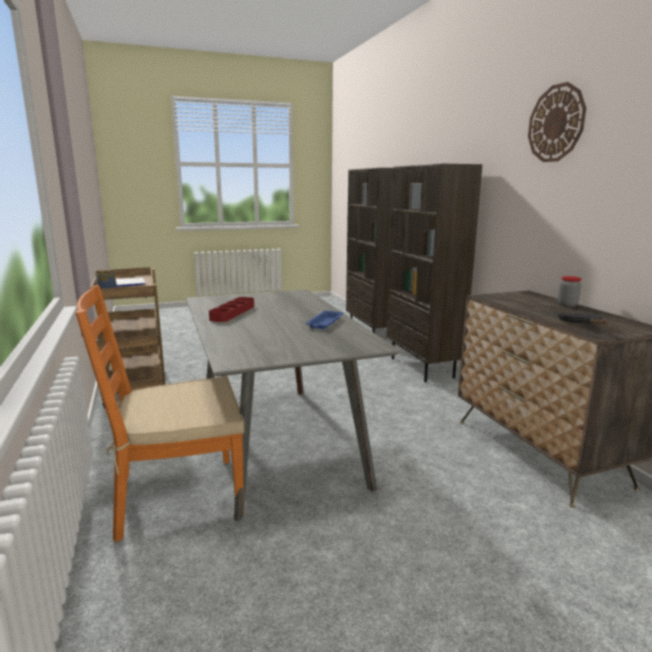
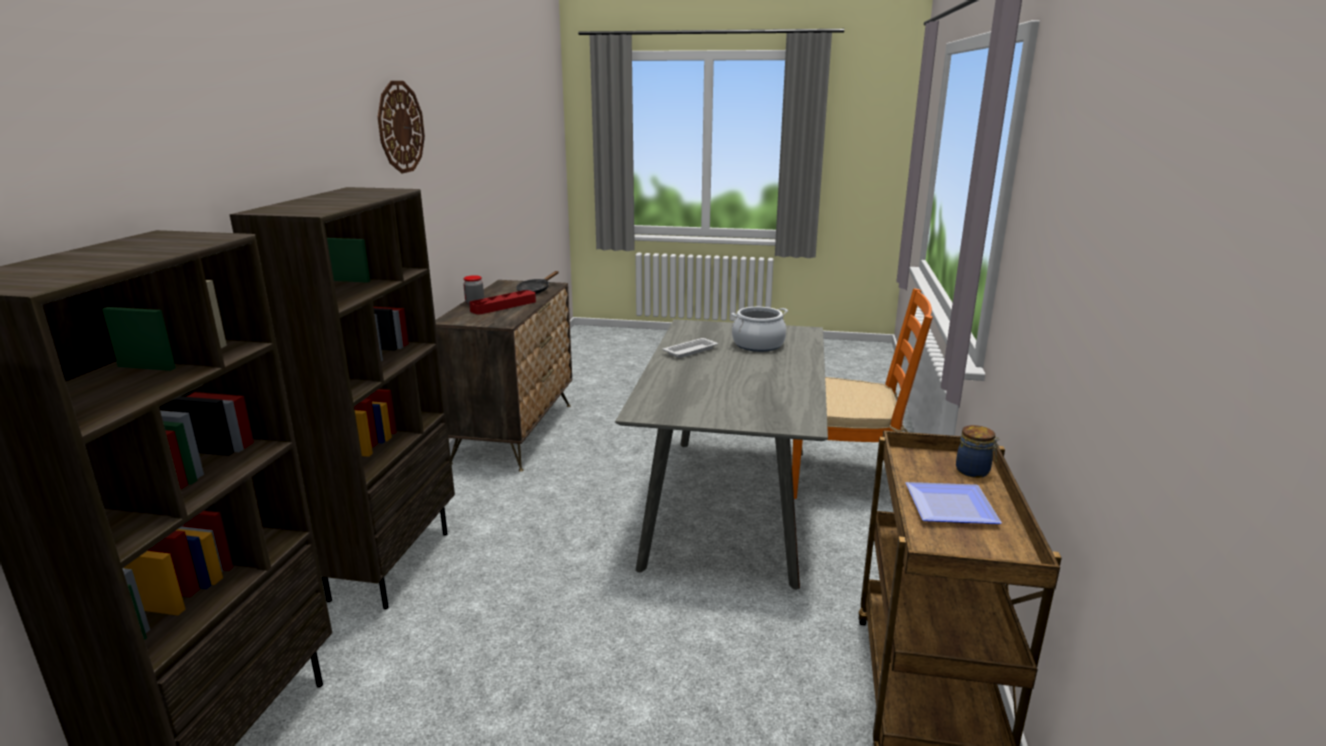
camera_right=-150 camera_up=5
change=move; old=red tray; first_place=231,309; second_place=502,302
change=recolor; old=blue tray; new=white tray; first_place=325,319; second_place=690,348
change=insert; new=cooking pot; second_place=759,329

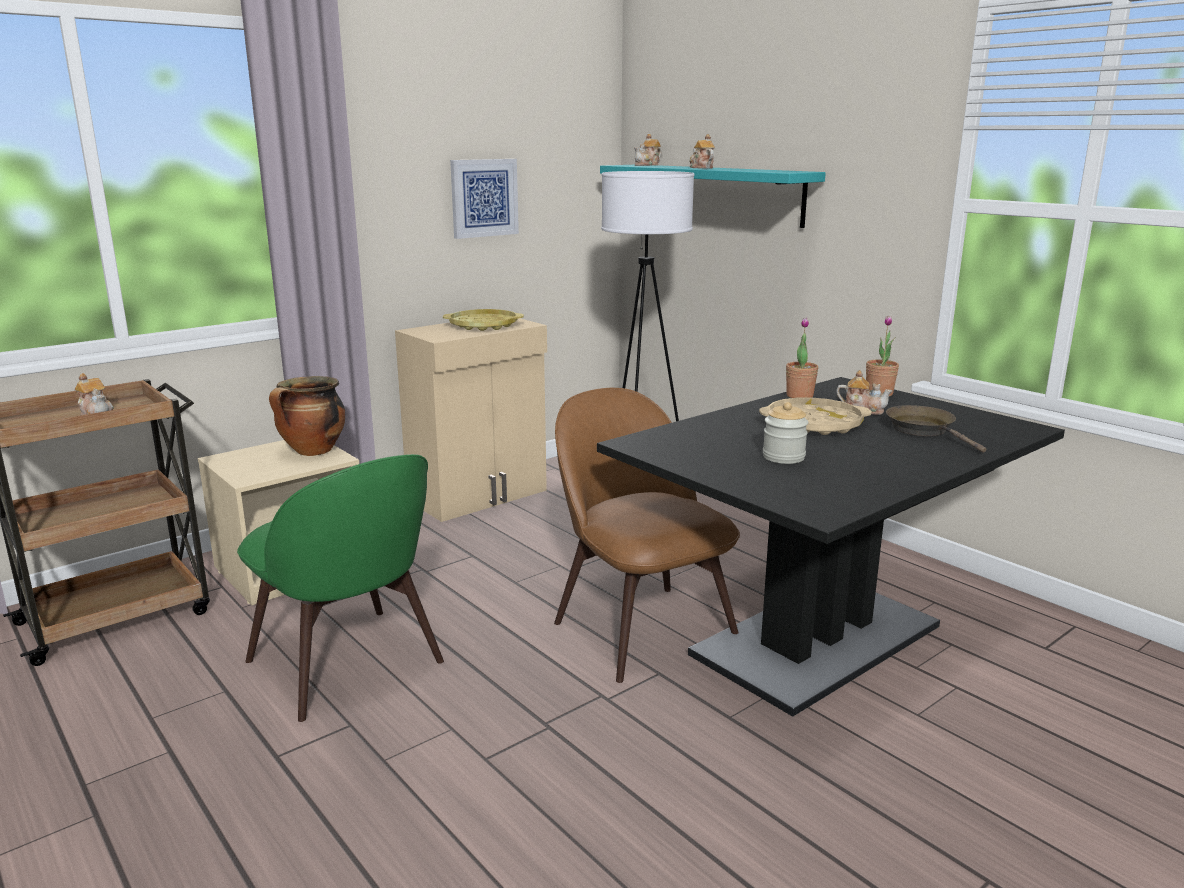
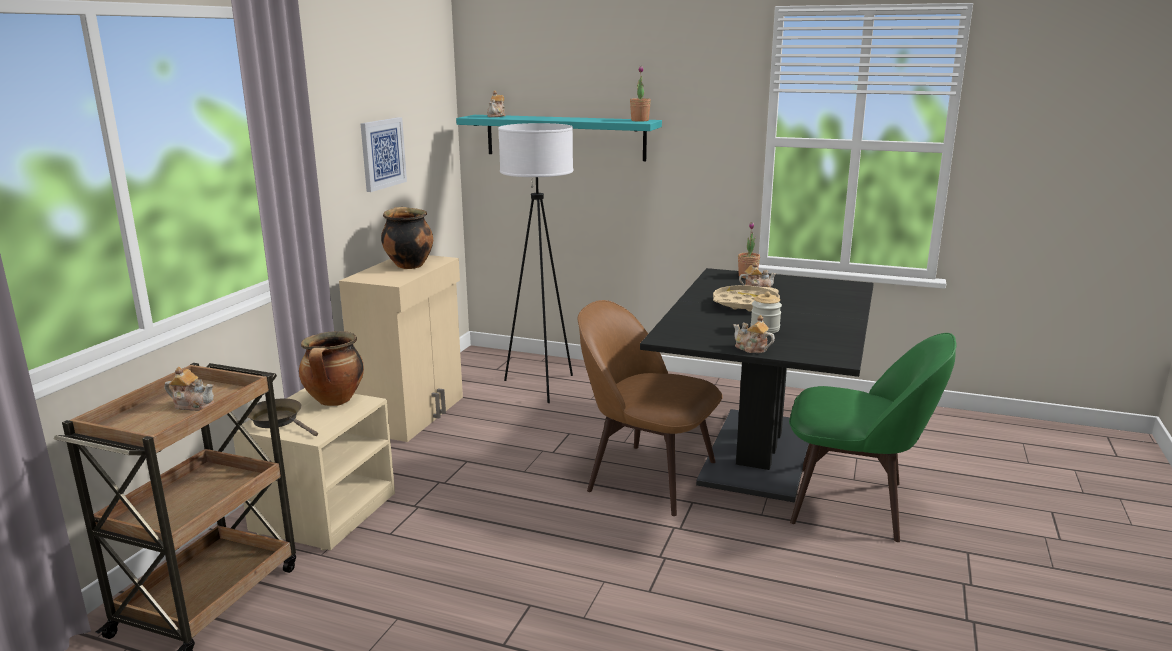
camera_right=-30 camera_up=0
change=move; old=green chair; first_place=340,588; second_place=873,437
change=replace; old=yellow tray; new=cooking pot; first_place=483,320; second_place=407,238
change=move; old=teapot; first_place=702,151; second_place=754,334
change=move; old=potted plant; first_place=802,358; second_place=640,94
change=move; old=brown frying pan; first_place=936,429; second_place=282,417

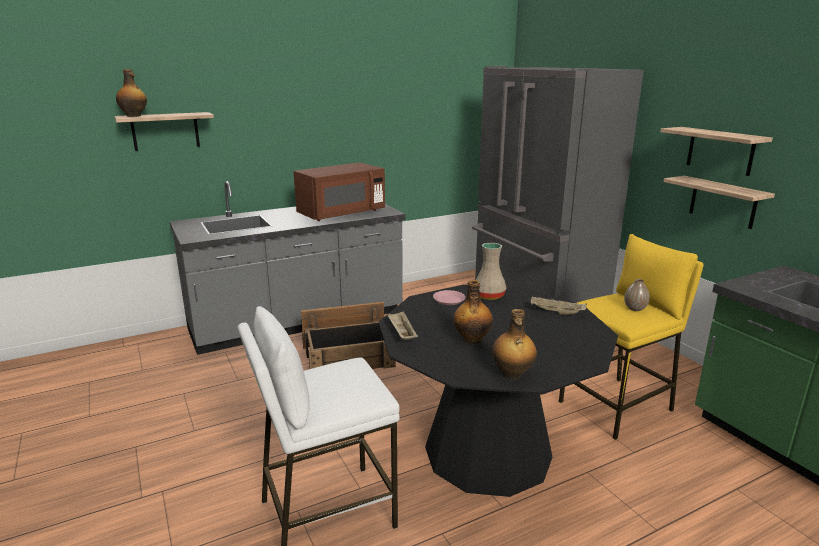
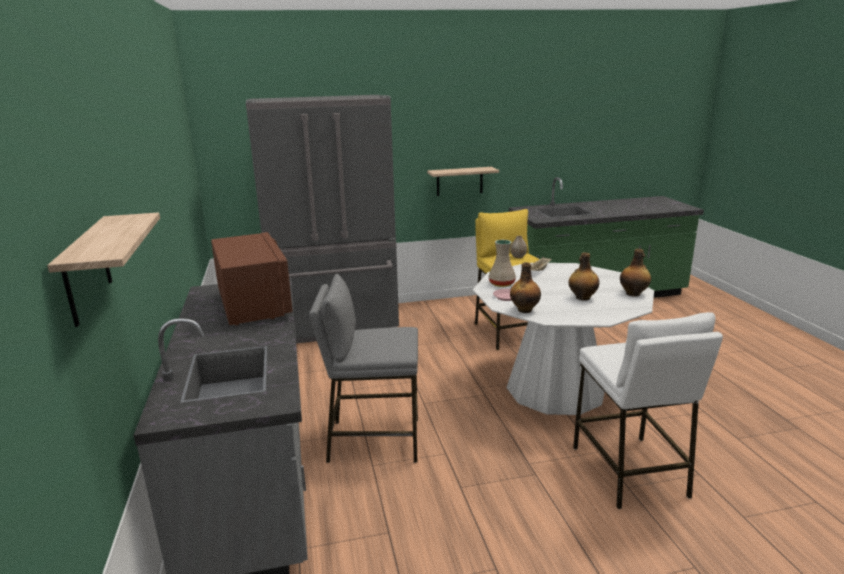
camera_right=-75 camera_up=0
change=move; old=bottle; first_place=131,93; second_place=525,287
change=replace; old=crate; new=grey stool; first_place=348,335; second_place=363,368
change=recolor; old=black dining table; new=white dining table; first_place=498,391; second_place=563,339
change=delete; old=beige tray; first_place=402,325
change=delete; old=shelf; first_place=716,151

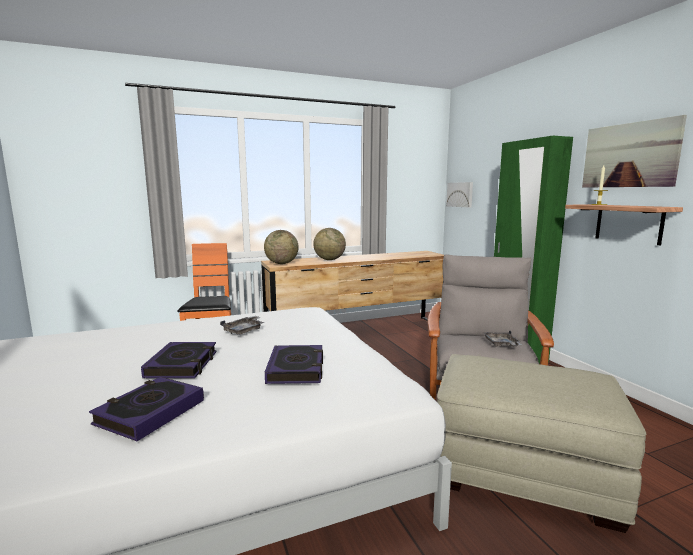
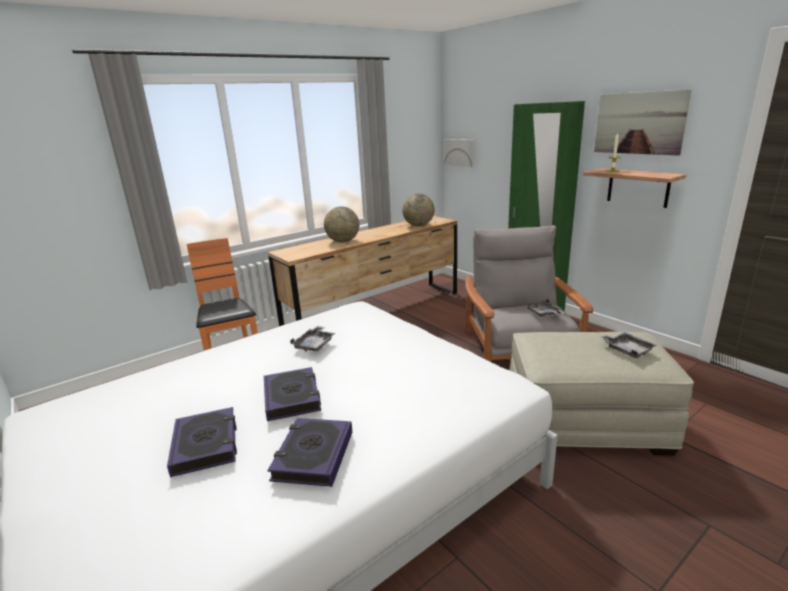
camera_right=-15 camera_up=10
change=move; old=globe; first_place=281,247; second_place=418,210
change=move; old=book; first_place=294,364; second_place=202,442
change=insert; new=grey tray; second_place=628,345

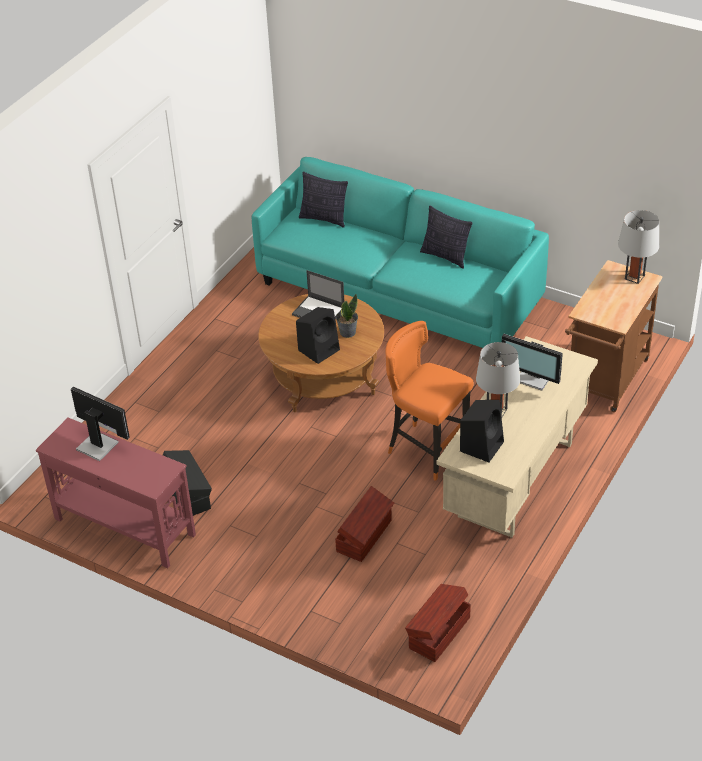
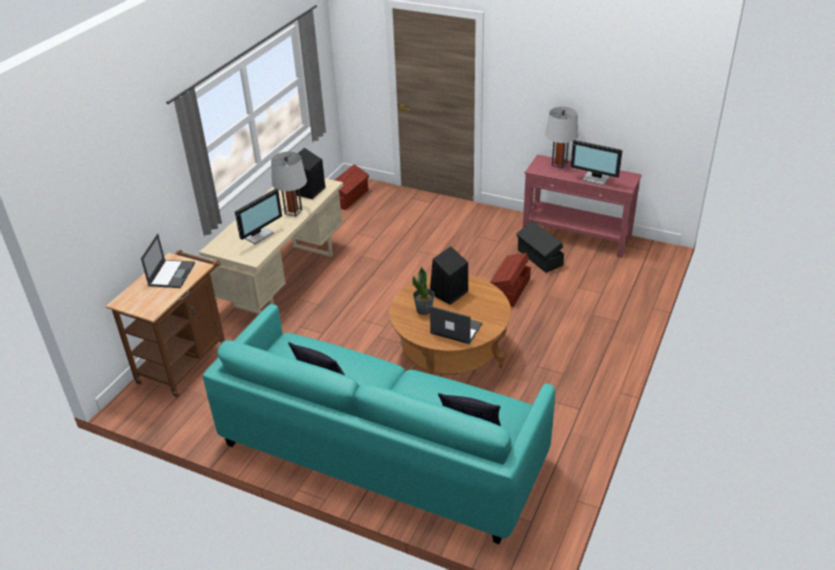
camera_right=175 camera_up=-5
change=move; old=brown storage box; first_place=364,524; second_place=510,280
change=delete; old=orange stool; first_place=429,401
change=rotate; old=monitor; first_place=532,362; second_place=258,216; degrees=105
change=move; old=grey table lamp; first_place=638,247; second_place=561,137
change=insert; new=laptop; second_place=168,261

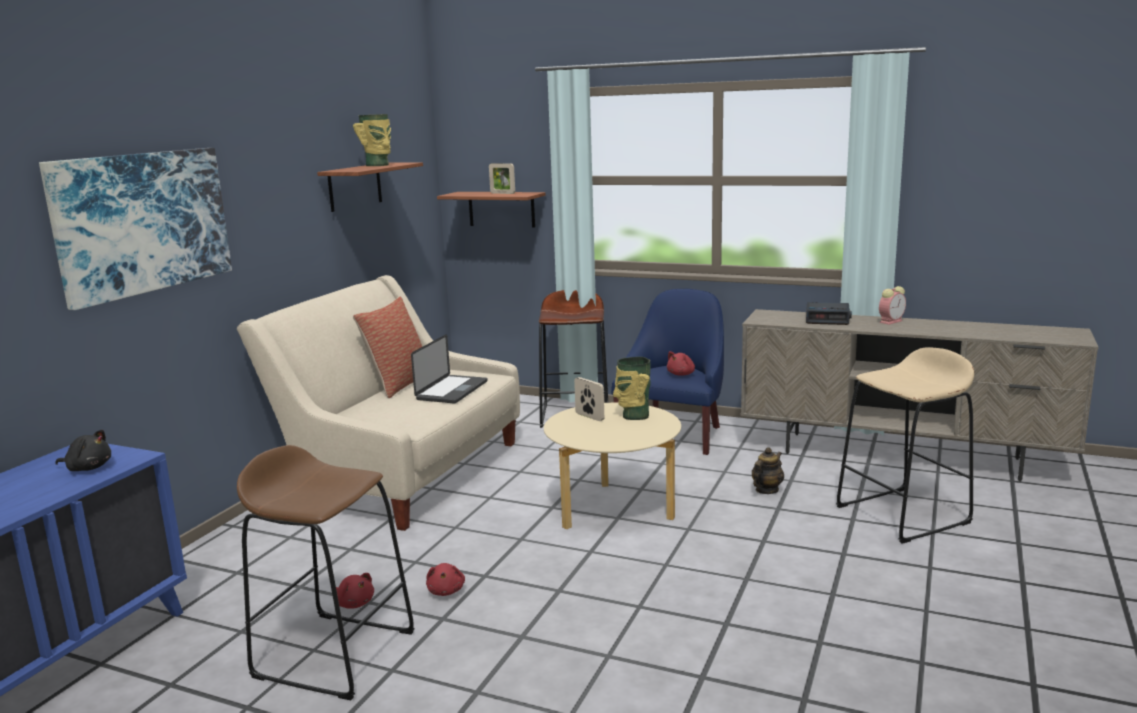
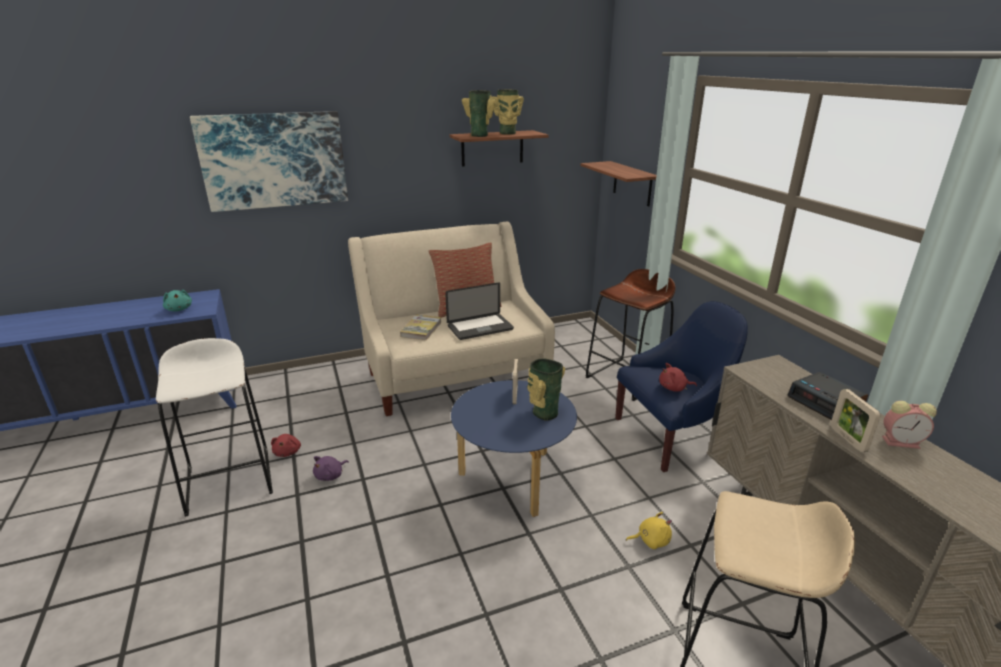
camera_right=45 camera_up=10
change=recolor; old=black plush toy; new=turquoise plush toy; first_place=83,450; second_place=177,300
change=recolor; old=brown stool; new=white stool; first_place=326,572; second_place=214,427
change=recolor; old=red plush toy; new=purple plush toy; first_place=445,579; second_place=331,468
change=move; old=picture frame; first_place=502,178; second_place=856,420
change=recolor; old=beige coffee table; new=blue coffee table; first_place=612,466; second_place=514,448
change=replace; old=teapot; new=yellow plush toy; first_place=767,470; second_place=649,530
change=insert; new=book; second_place=421,327
change=insert; new=vase; second_place=479,114

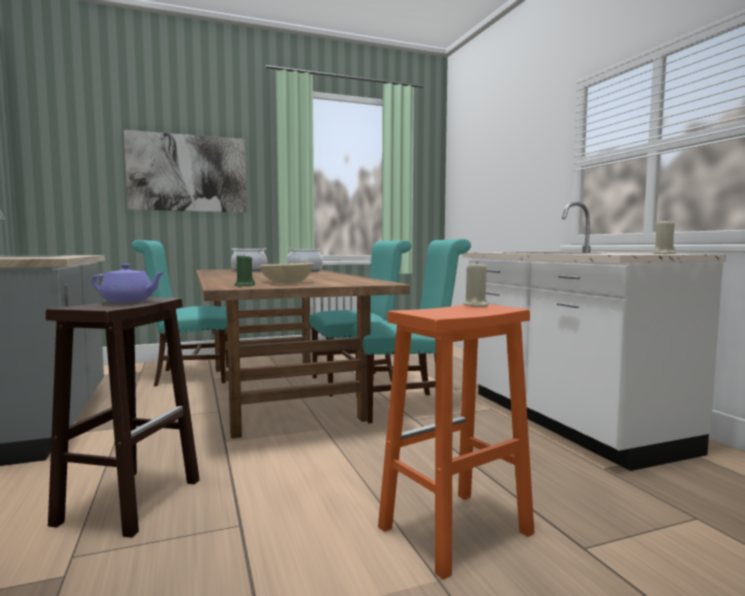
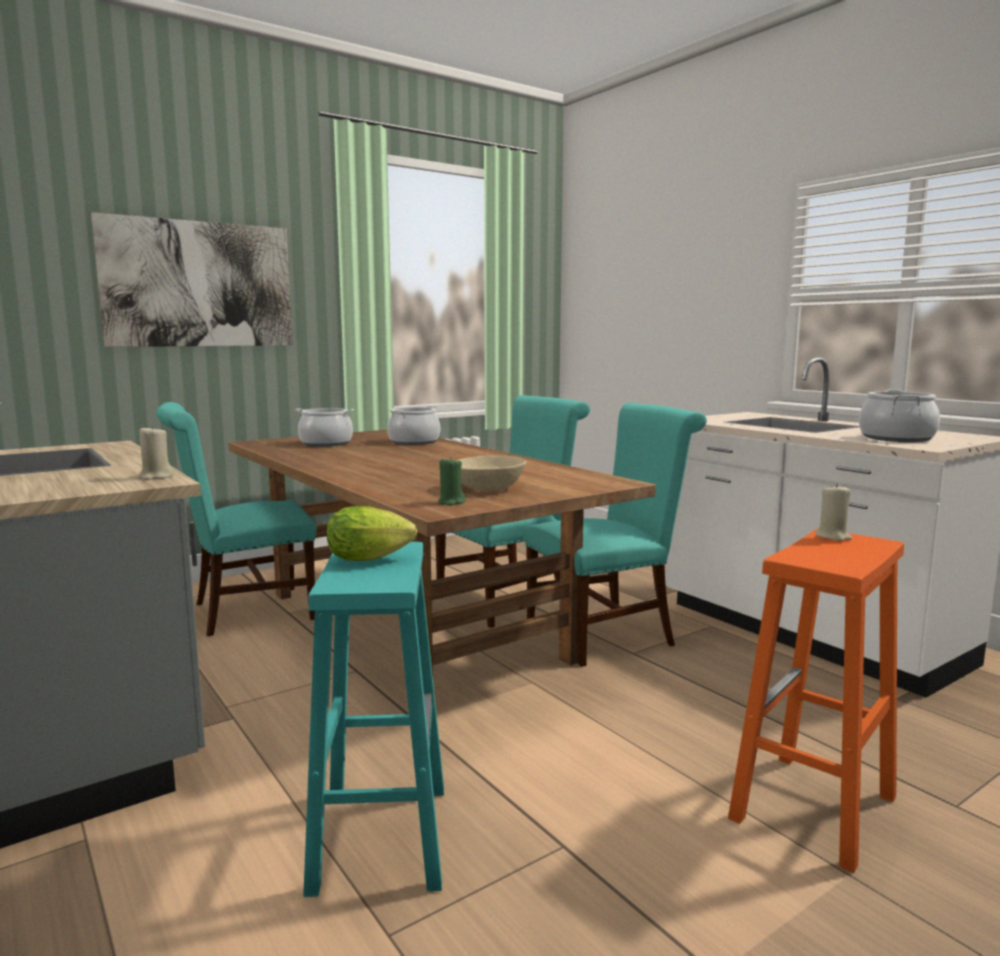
camera_right=-15 camera_up=5
change=recolor; old=brown stool; new=turquoise stool; first_place=123,417; second_place=373,719
change=replace; old=purple teapot; new=lettuce; first_place=128,283; second_place=372,533
change=move; old=beige candle; first_place=664,236; second_place=156,452
change=insert; new=cooking pot; second_place=899,415

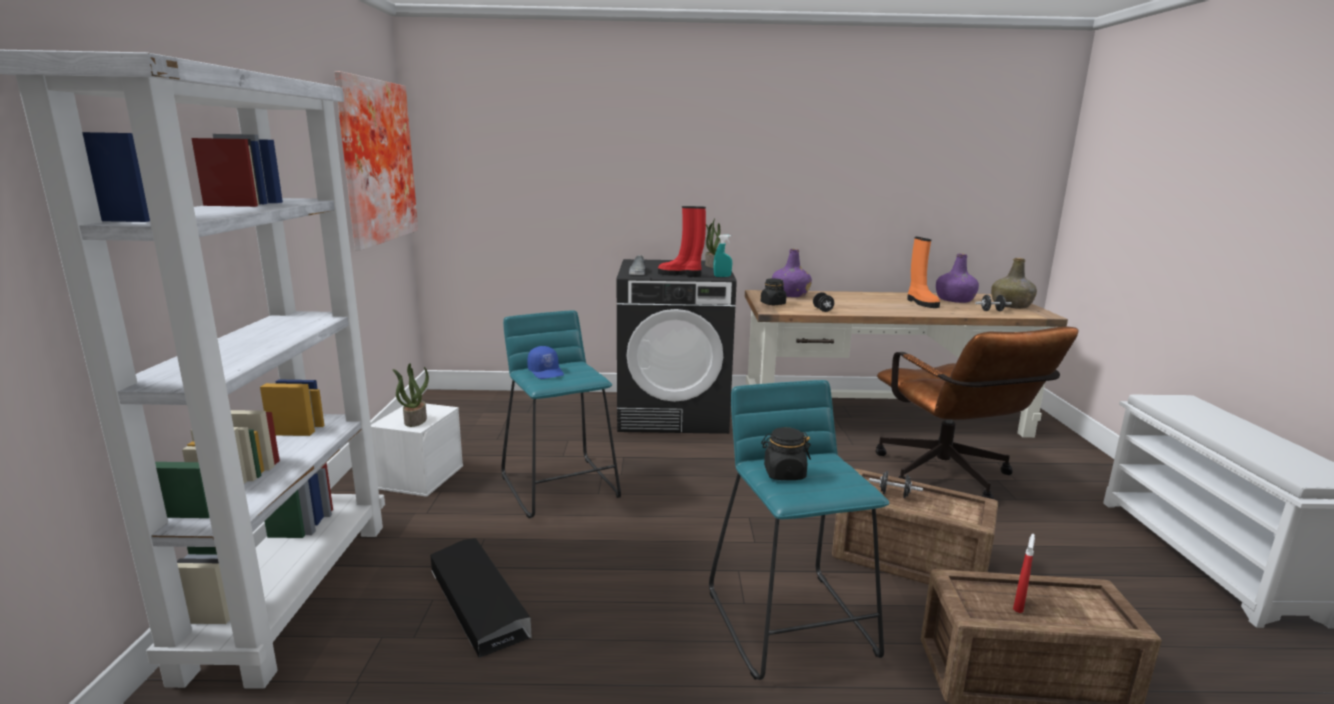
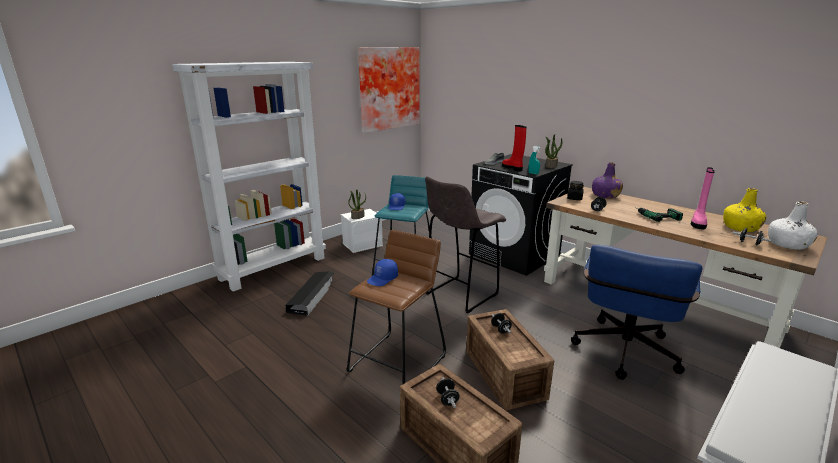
camera_right=45 camera_up=5
change=recolor; old=turquoise stool; new=brown stool; first_place=799,530; second_place=396,307
change=replace; old=black jar; new=blue cap; first_place=786,453; second_place=382,272
change=recolor; old=brown office chair; new=blue office chair; first_place=977,413; second_place=637,312
change=recolor; old=orange boot; new=pink boot; first_place=923,272; second_place=703,198
change=recolor; old=purple bottle; new=yellow bottle; first_place=957,278; second_place=744,210
change=recolor; old=green bottle; new=white bottle; first_place=1014,283; second_place=793,226
change=replace; old=red spray bottle; new=black dumbbell; first_place=1024,573; second_place=448,392
change=insert; new=grey stool; second_place=465,245
change=insert; new=power drill; second_place=658,214

